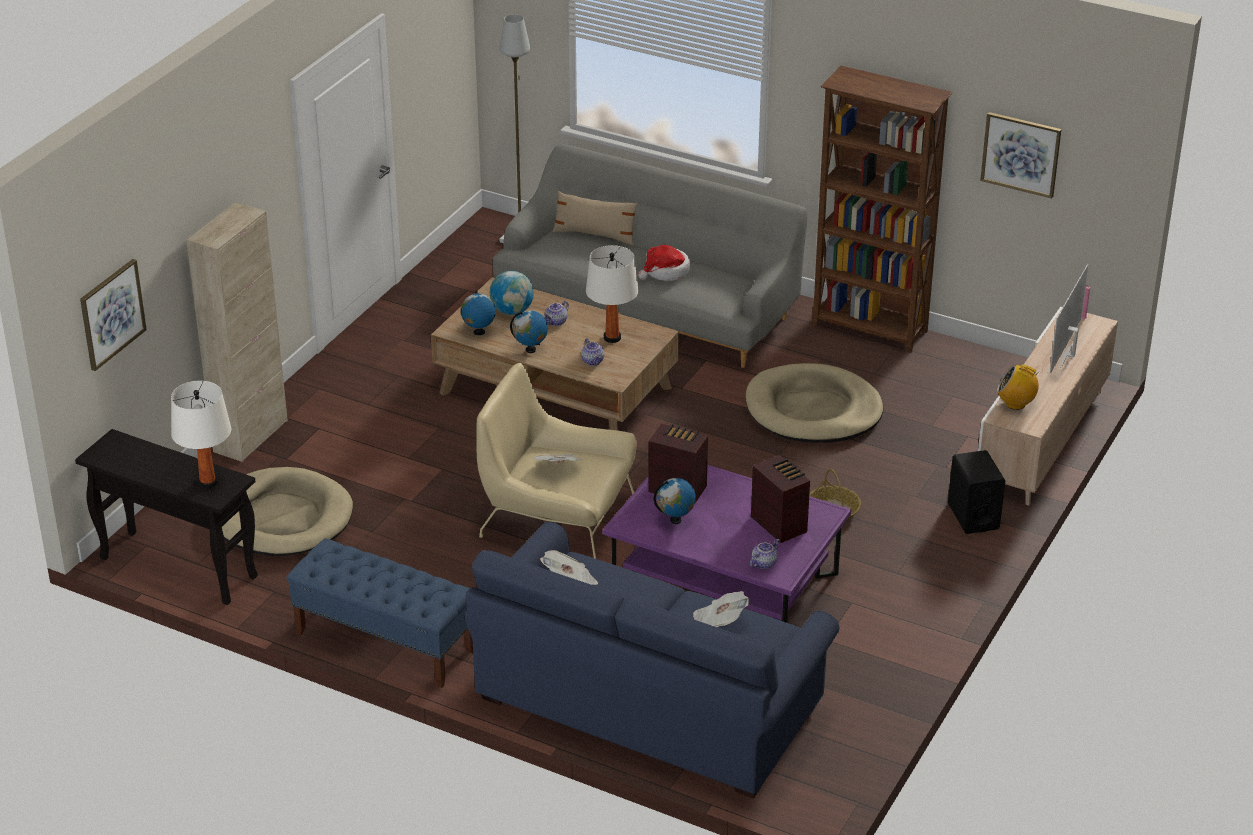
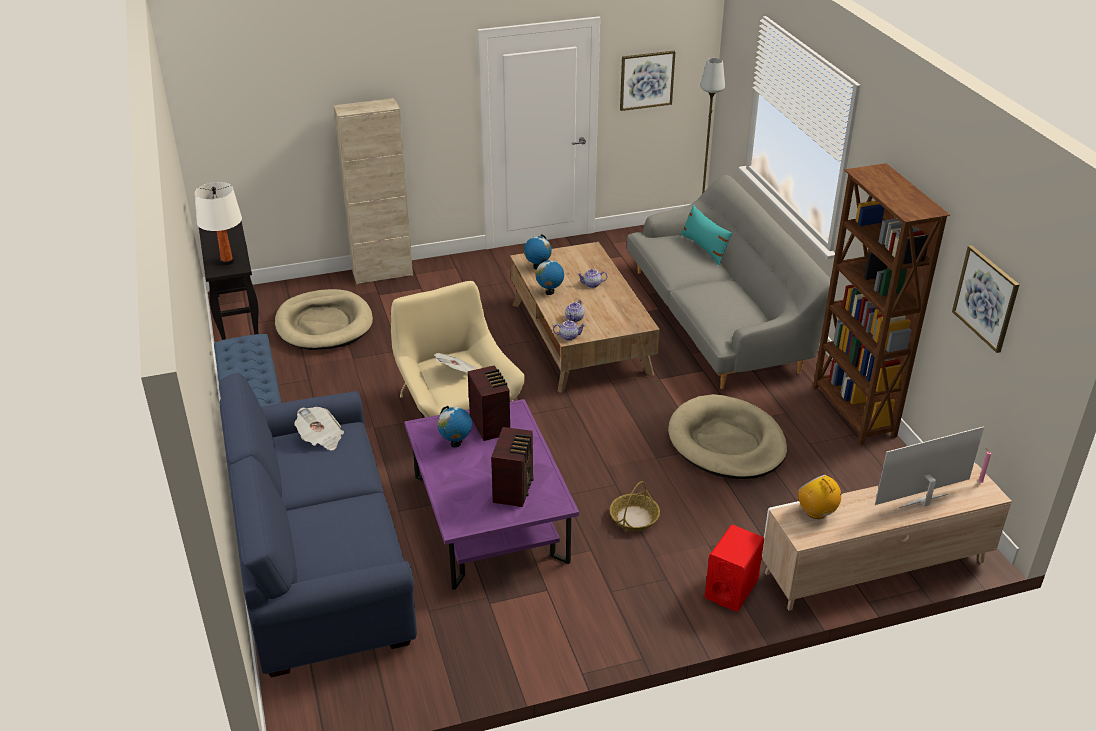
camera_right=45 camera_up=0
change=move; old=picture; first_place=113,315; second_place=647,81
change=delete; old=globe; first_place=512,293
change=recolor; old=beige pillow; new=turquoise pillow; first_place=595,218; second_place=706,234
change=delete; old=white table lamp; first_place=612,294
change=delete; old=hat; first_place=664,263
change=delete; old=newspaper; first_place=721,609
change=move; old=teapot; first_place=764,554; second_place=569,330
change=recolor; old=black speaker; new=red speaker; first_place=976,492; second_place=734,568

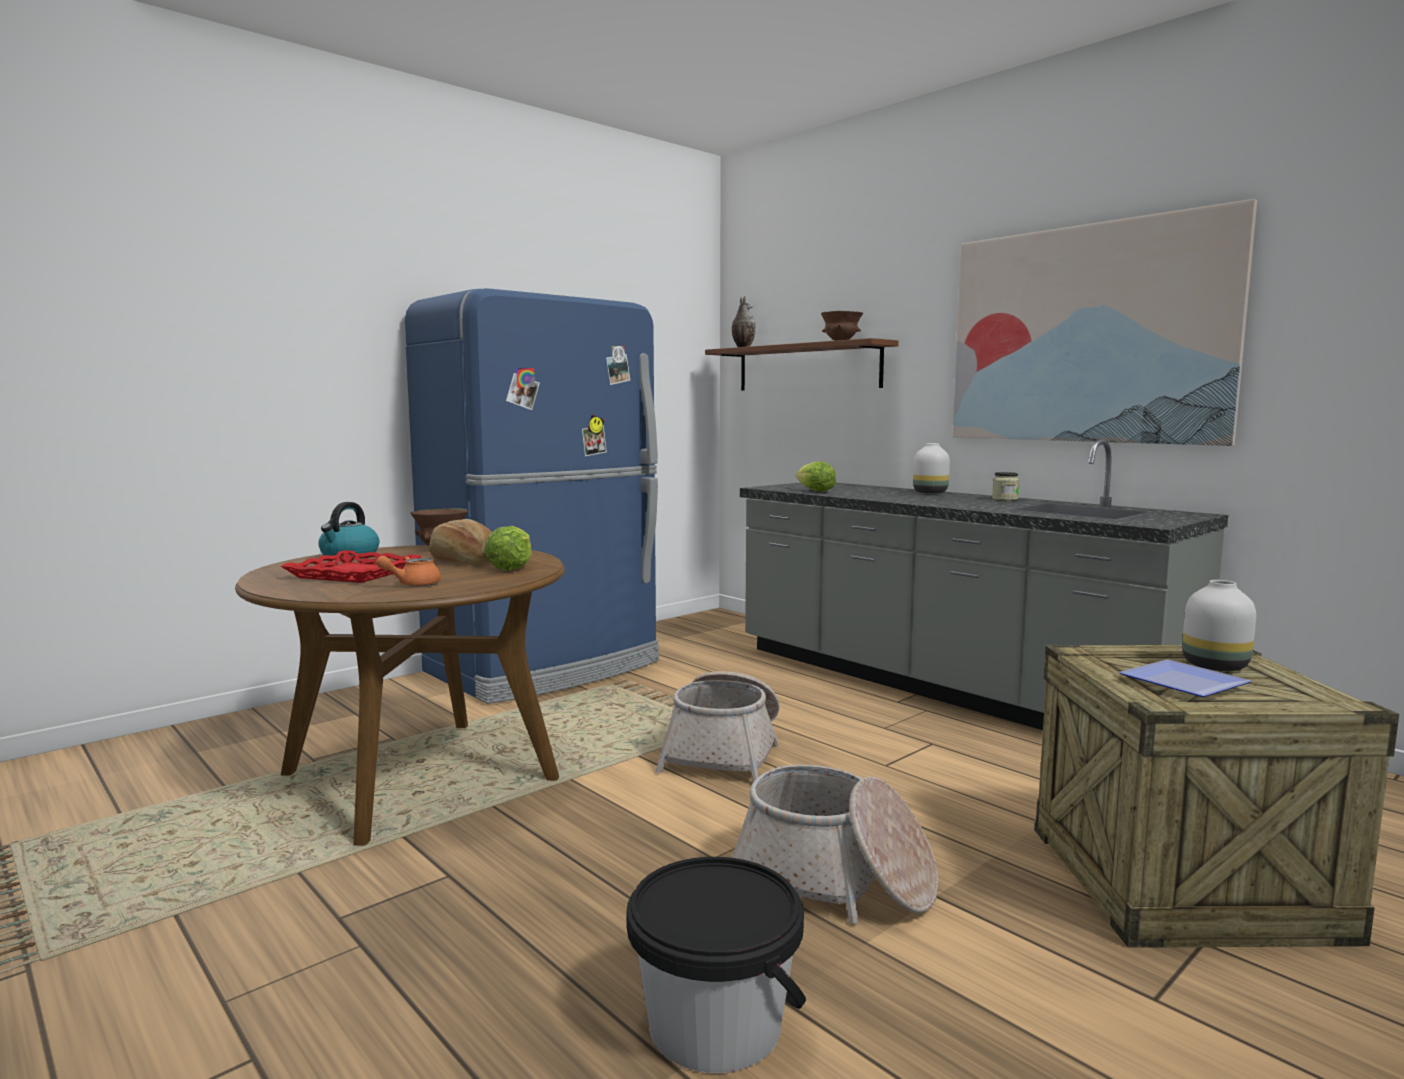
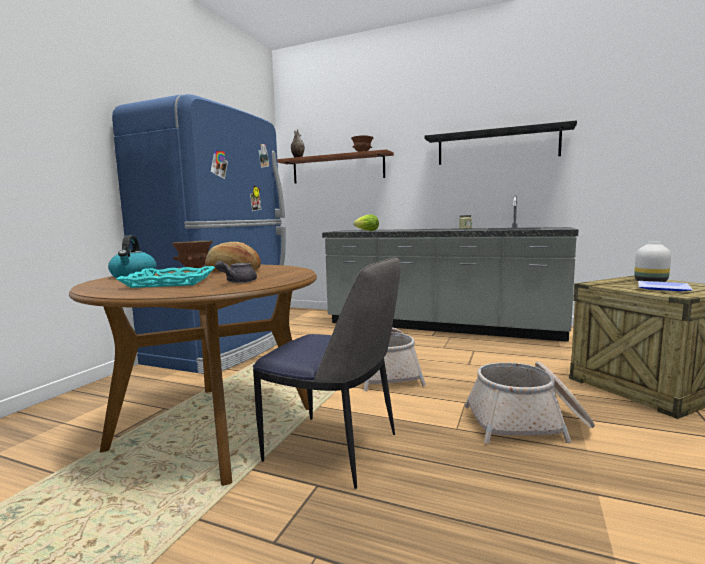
camera_right=-25 camera_up=0
change=recolor; old=red tray; new=turquoise tray; first_place=351,566; second_place=166,277
change=recolor; old=orange teapot; new=grey teapot; first_place=408,571; second_place=236,272
change=delete; old=lettuce; first_place=508,548
change=delete; old=black bucket; first_place=716,965
change=delete; old=white vase; first_place=931,468
change=replace; old=picture; new=black shelf; first_place=1105,322; second_place=501,142
change=insert; new=chair; second_place=327,373

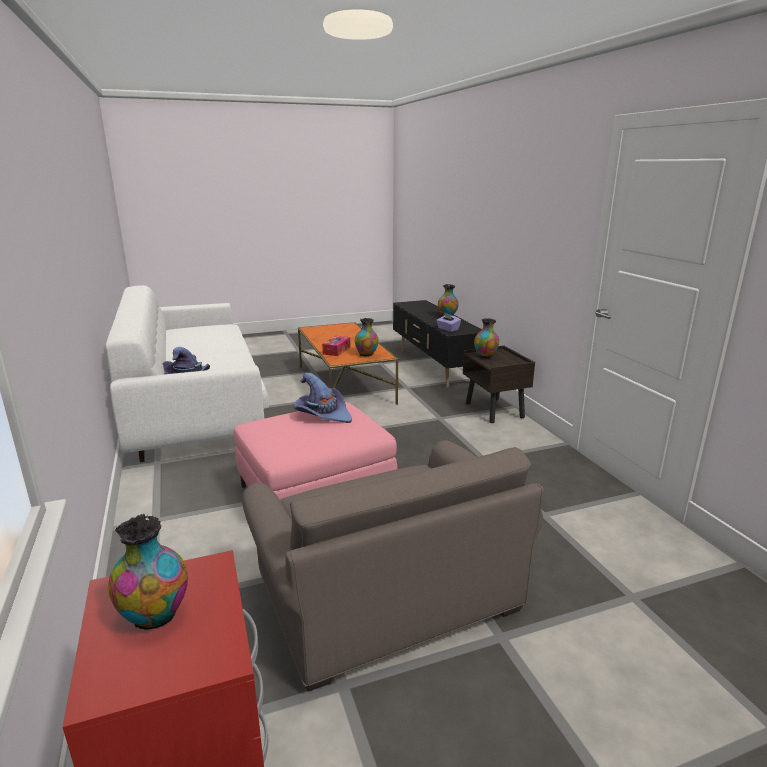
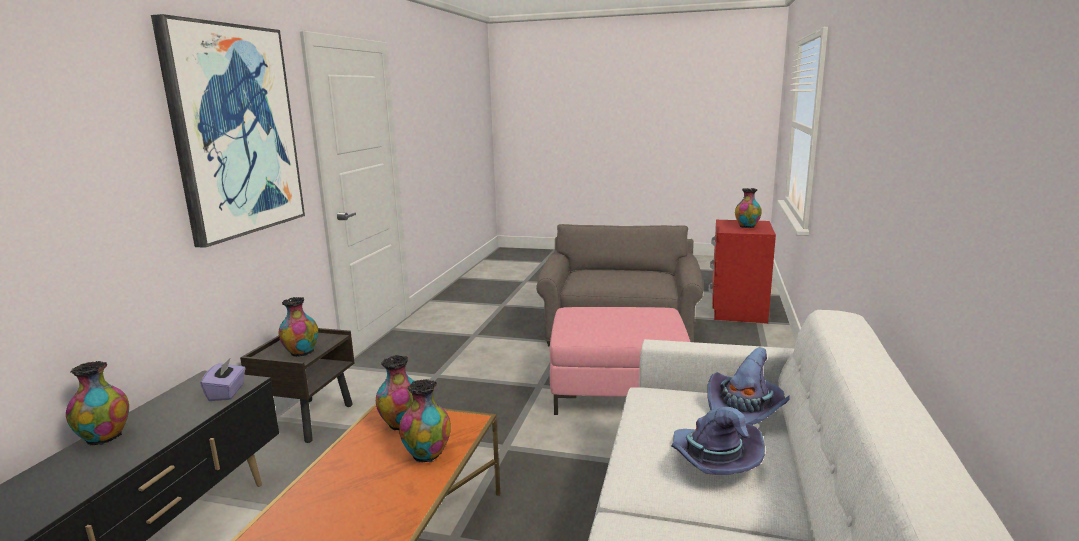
camera_right=-145 camera_up=-5
change=move; old=purple hat; first_place=323,398; second_place=718,441
change=replace; old=tissue box; new=vase; first_place=336,346; second_place=425,421
change=insert; new=picture; second_place=228,131

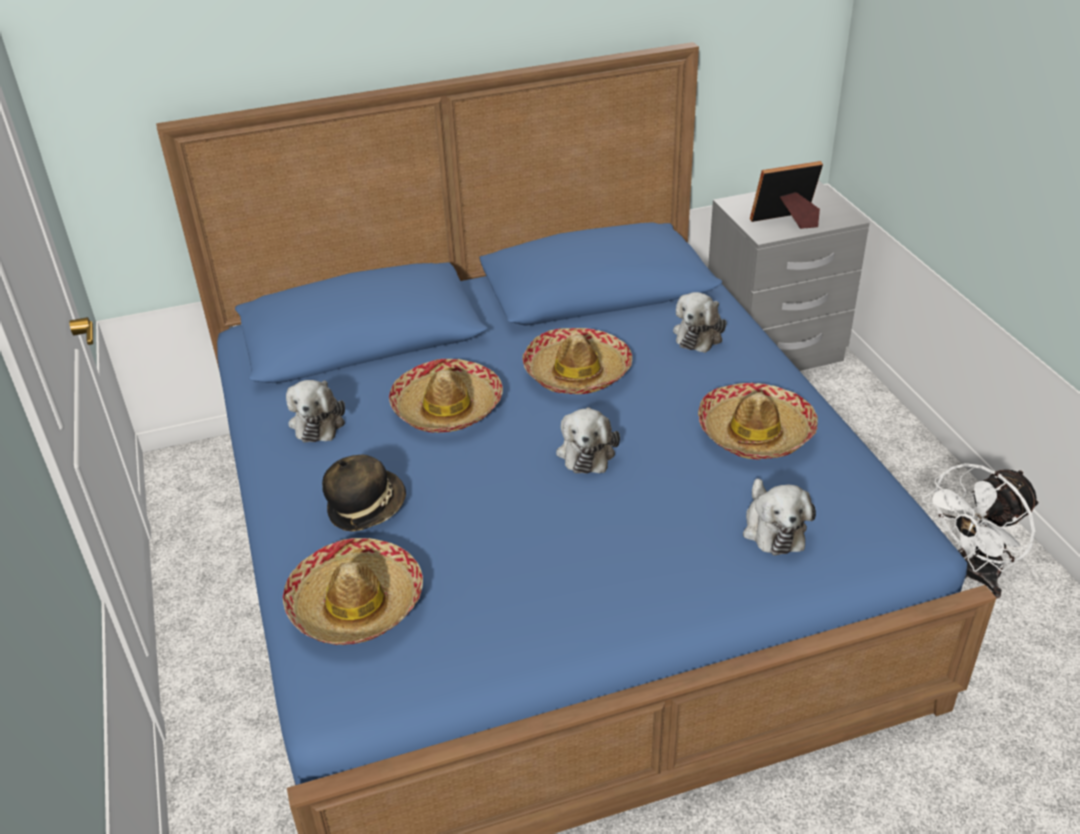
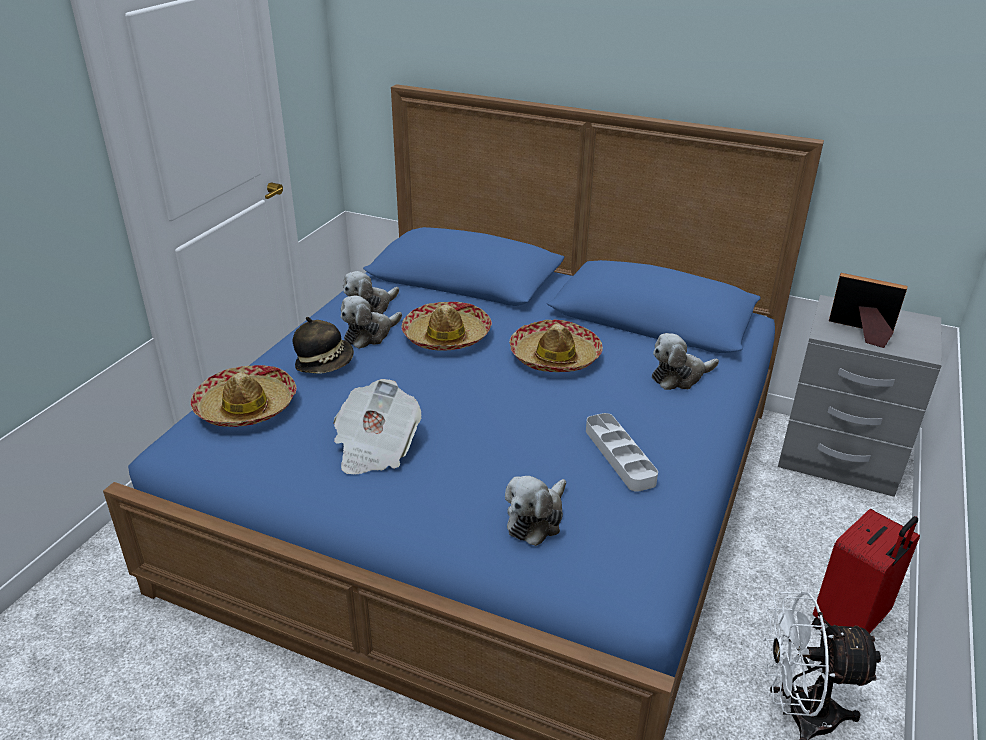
camera_right=40 camera_up=-5
change=move; old=plush toy; first_place=588,440; second_place=371,322
change=replace; old=hat; new=grey tray; first_place=758,421; second_place=622,452
change=insert; new=newspaper; second_place=378,426
change=insert; new=red suitcase; second_place=866,571

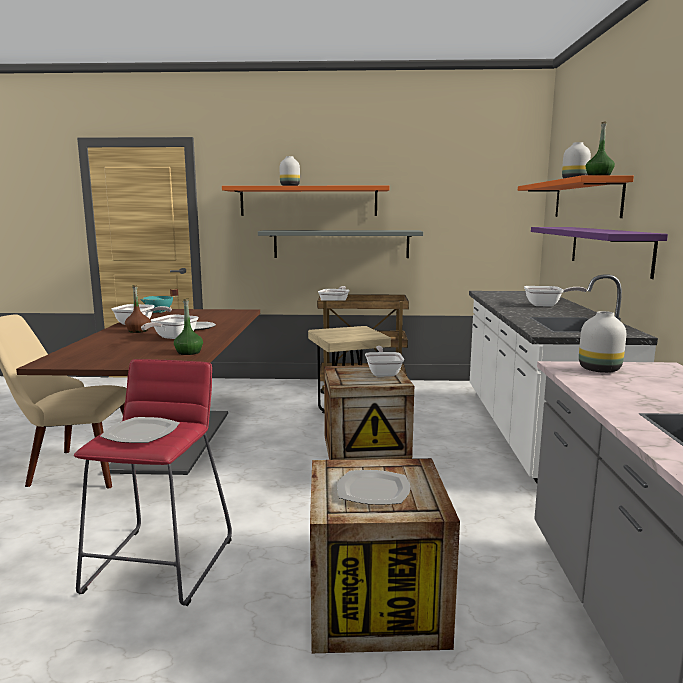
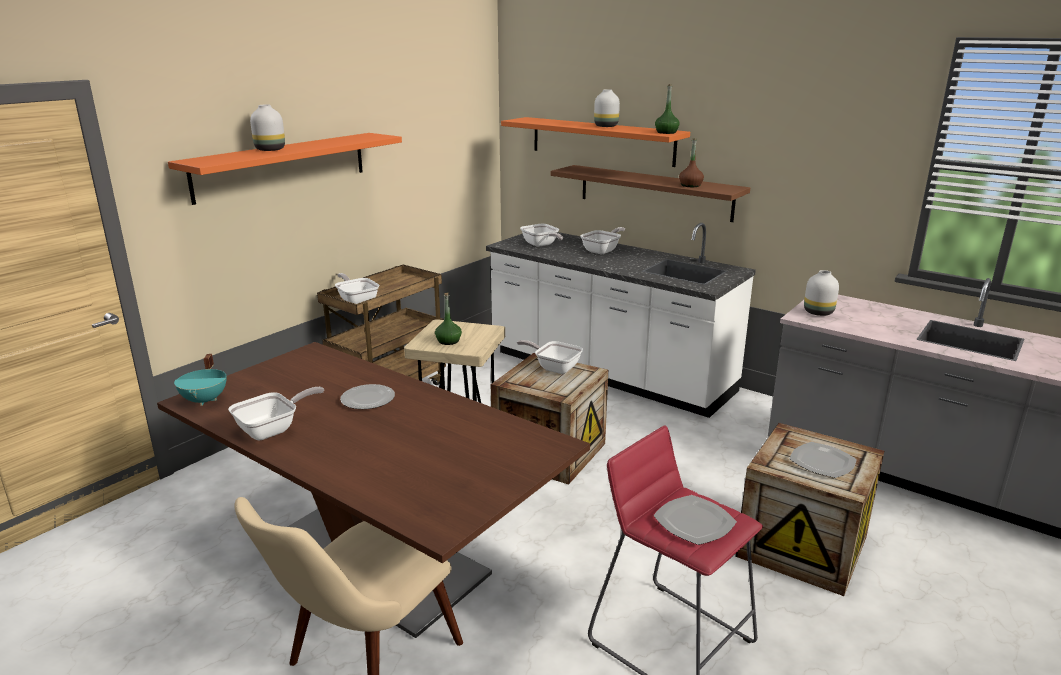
camera_right=-55 camera_up=10
change=move; old=brown bottle; first_place=137,309; second_place=691,162
change=move; old=frying pan; first_place=170,327; second_place=541,235
change=move; old=green bottle; first_place=188,327; second_place=448,319
change=delete; old=grey shelf; first_place=340,244
change=recolor; old=purple shelf; new=brown shelf; first_place=599,253; second_place=650,193

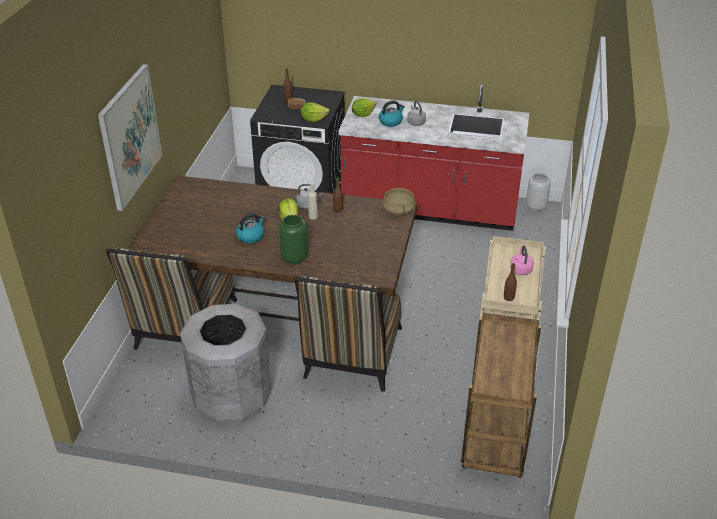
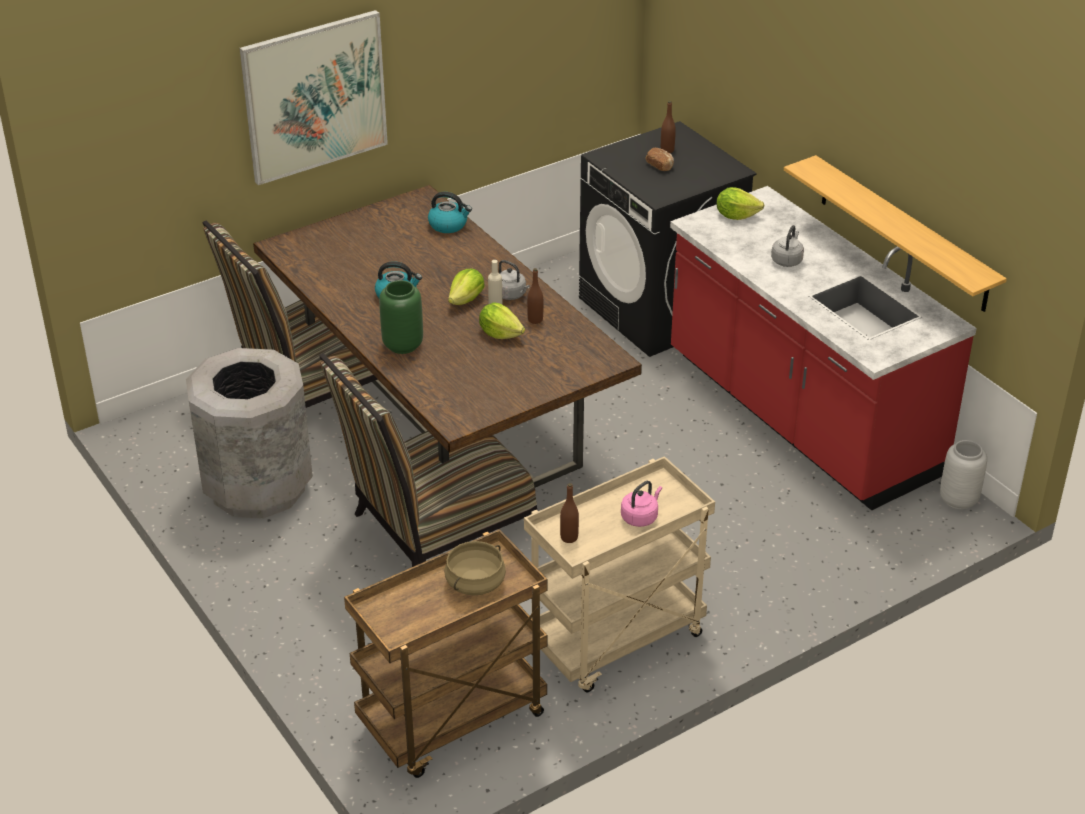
camera_right=45 camera_up=0
change=move; old=lettuce; first_place=315,112; second_place=502,320
change=move; old=kettle; first_place=392,113; second_place=450,212
change=move; old=beige cooking pot; first_place=399,201; second_place=475,568
change=insert; new=shelf; second_place=895,233

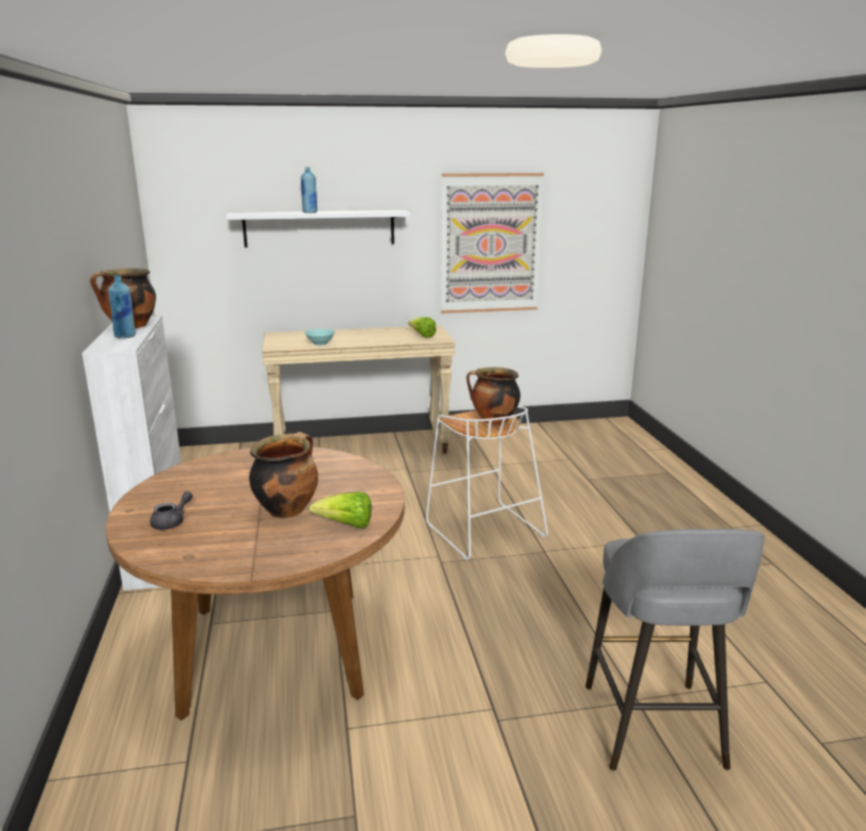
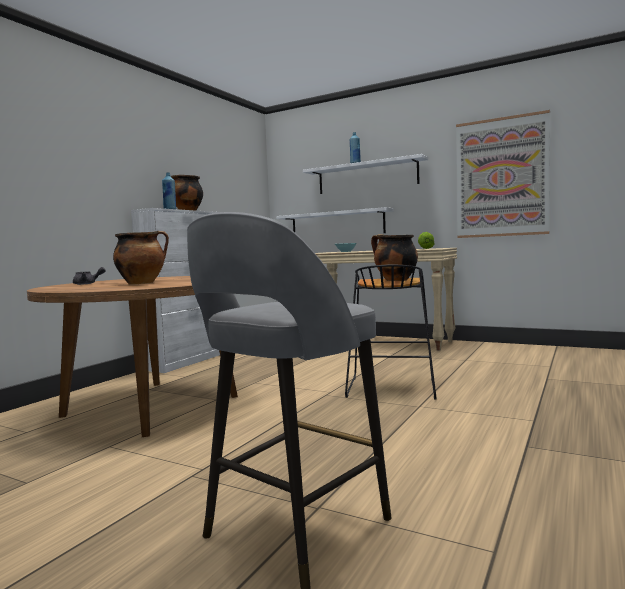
camera_right=40 camera_up=-15
change=delete; old=lettuce; first_place=340,509
change=recolor; old=white stool; new=black stool; first_place=487,483; second_place=391,332
change=insert; new=white shelf; second_place=335,220

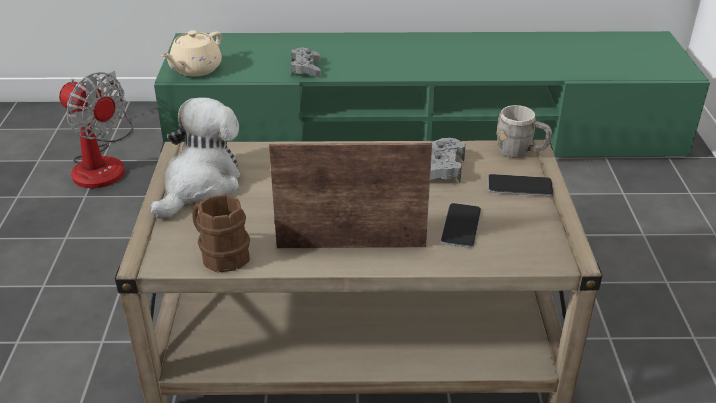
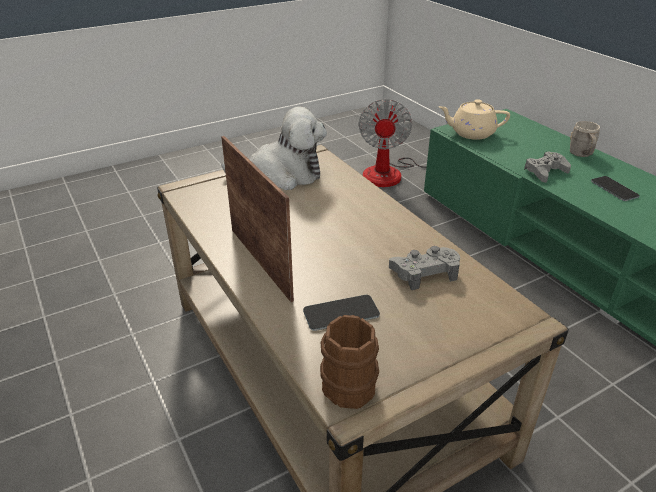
camera_right=60 camera_up=0
change=move; old=brown mug; first_place=221,233; second_place=349,362
change=move; old=phone; first_place=520,185; second_place=615,188
change=move; old=grey mug; first_place=524,131; second_place=585,139

